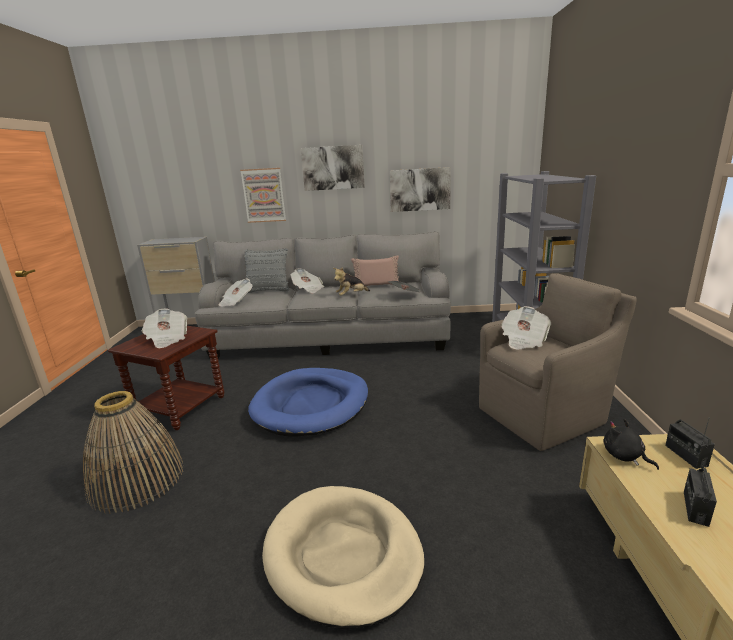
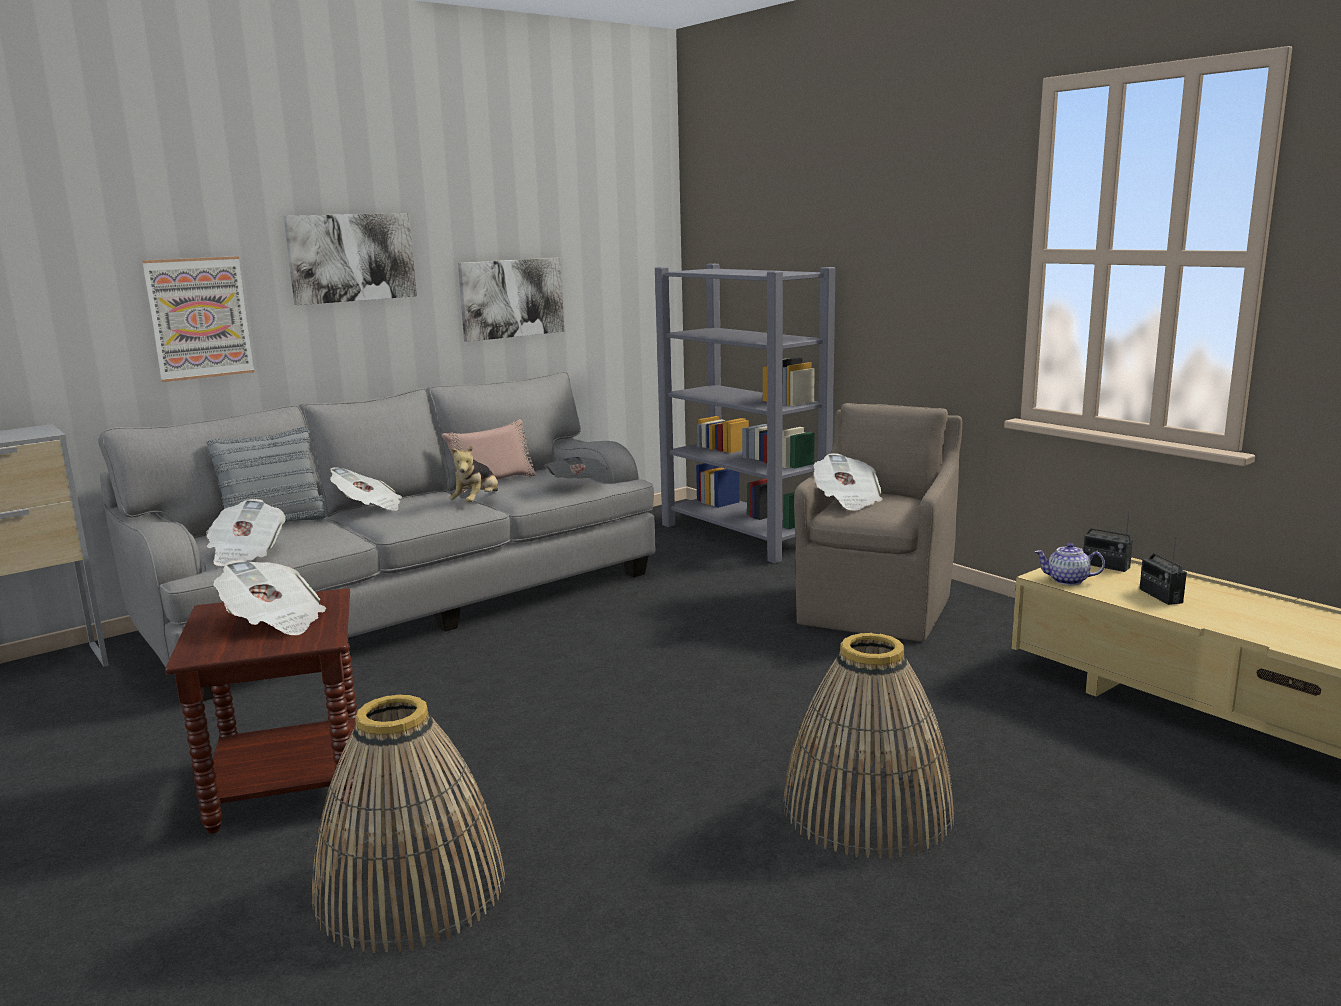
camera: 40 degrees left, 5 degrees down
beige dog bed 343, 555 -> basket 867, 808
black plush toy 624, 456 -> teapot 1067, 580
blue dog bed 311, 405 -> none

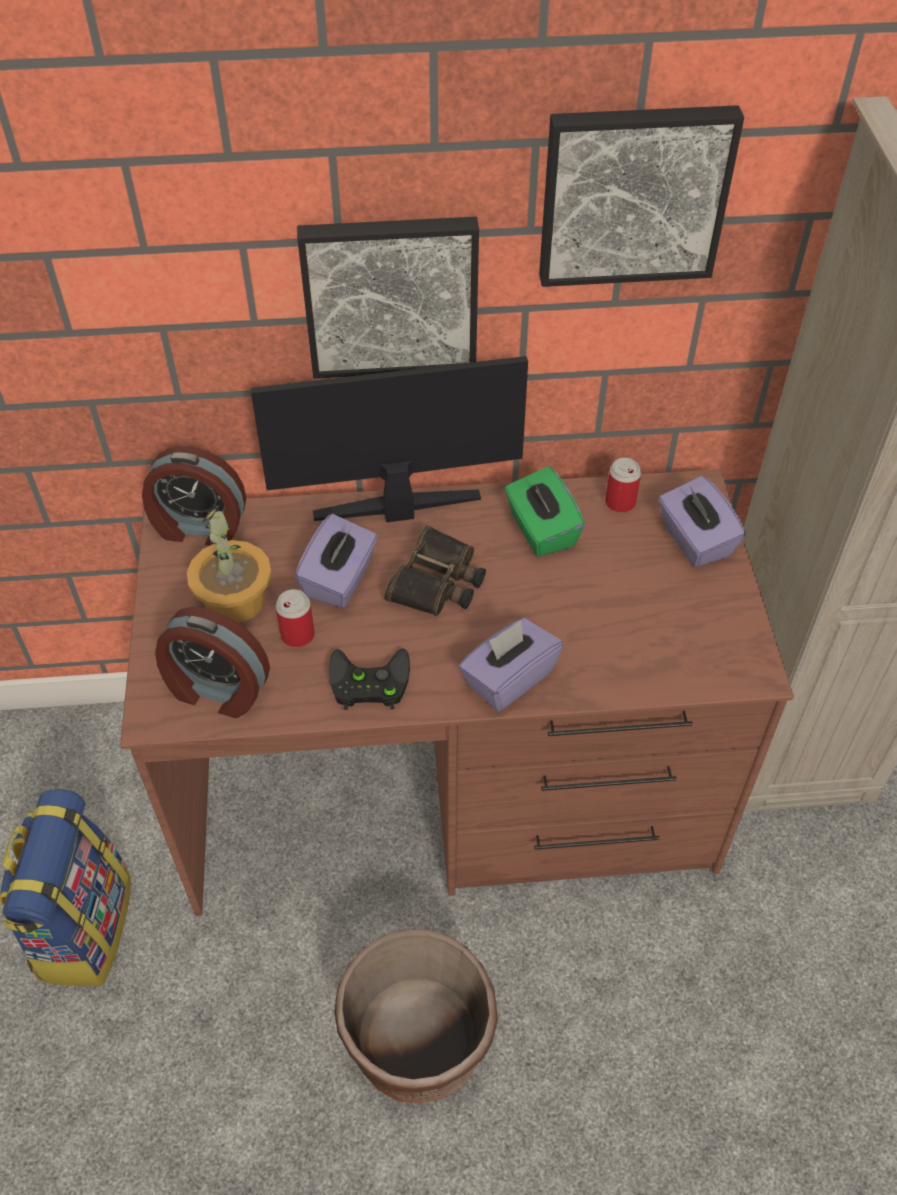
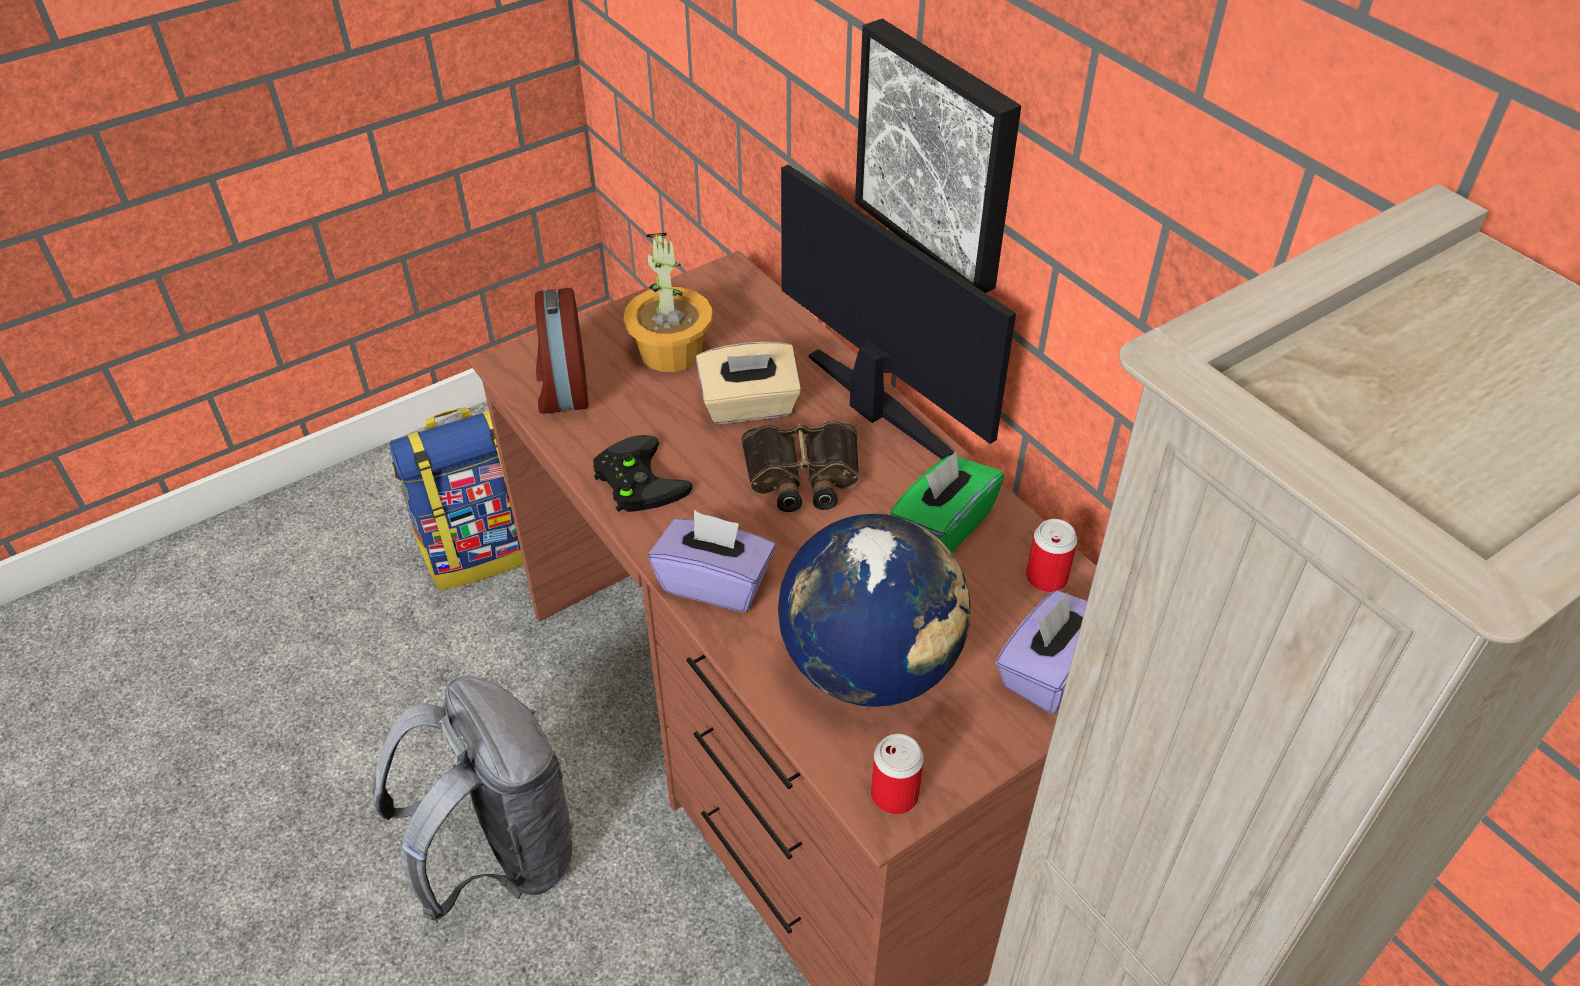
camera: 60 degrees right, 5 degrees down
brown planter 417, 1041 -> grey backpack 500, 855
purple tissue box 340, 579 -> beige tissue box 749, 406
none -> globe 870, 666
can 297, 635 -> can 894, 794, move
alarm clock 199, 527 -> none
picture 633, 194 -> none

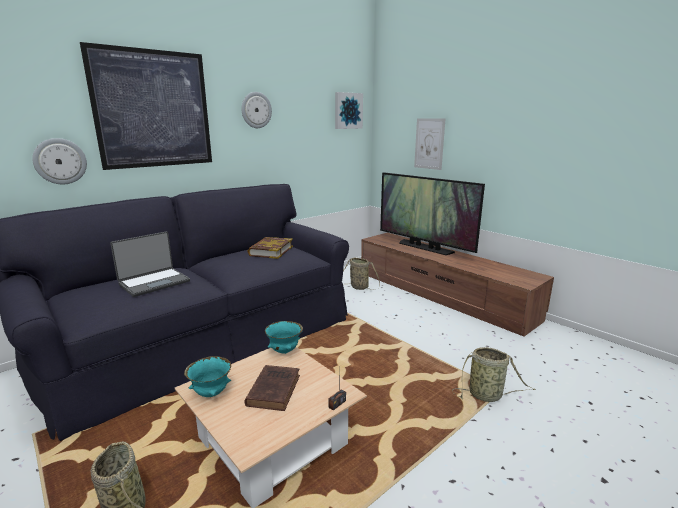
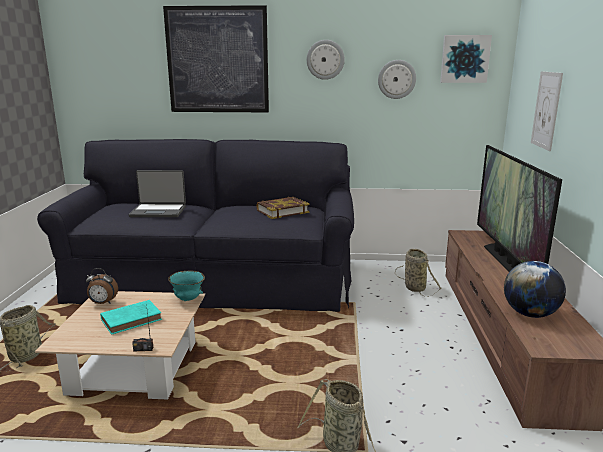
camera: 45 degrees right, 0 degrees up
turquoise bowl 211, 393 -> alarm clock 103, 303
brown book 274, 389 -> turquoise book 133, 319
wall clock 60, 161 -> wall clock 396, 79, move
none -> globe 530, 314

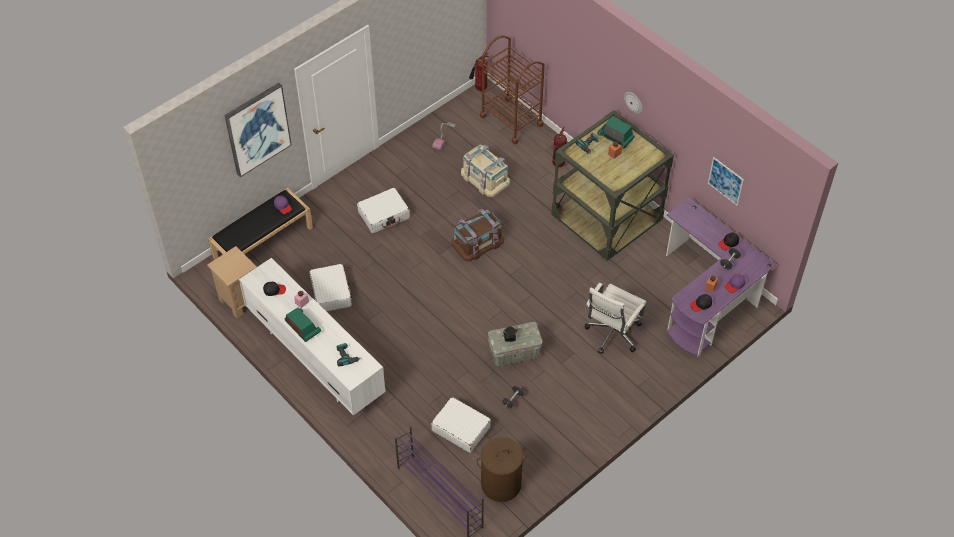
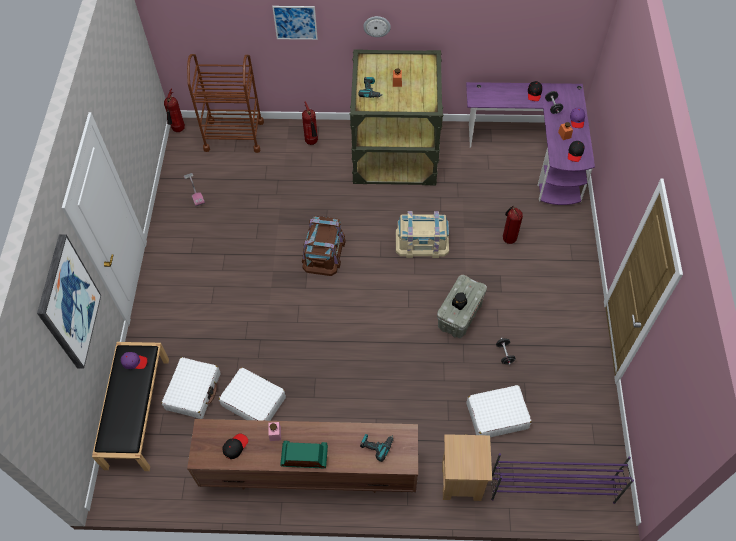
camera: 45 degrees left, 5 degrees up
white suitcase 384, 215 -> white suitcase 193, 391, move
white cabinet 314, 359 -> brown cabinet 309, 474
picture 725, 181 -> picture 295, 22, move
beige storage box 485, 177 -> beige storage box 422, 241, move
beige nightstand 240, 300 -> beige nightstand 460, 480, move
white office chair 612, 335 -> fire extinguisher 508, 238
brown laundry basket 501, 484 -> none
radio 615, 137 -> none

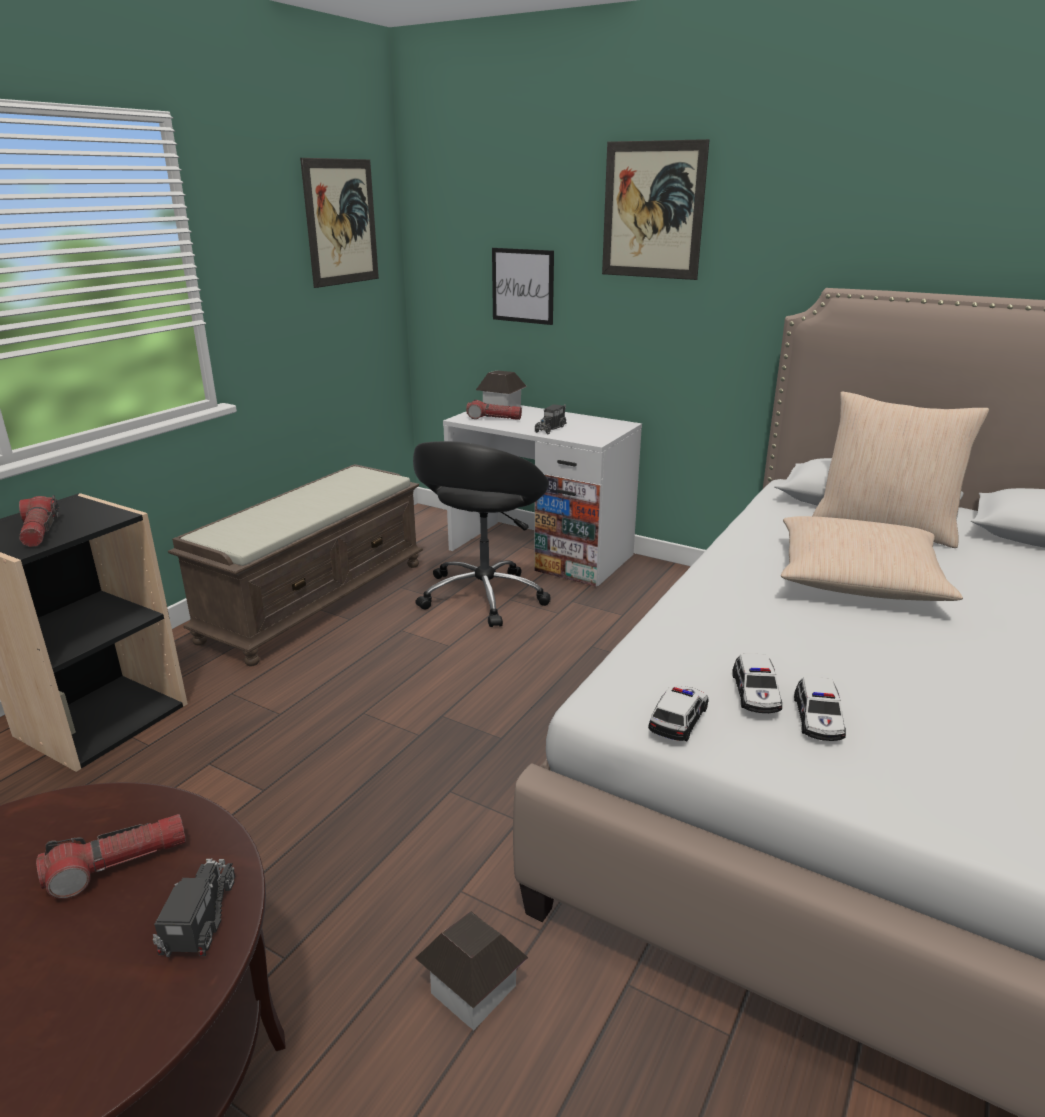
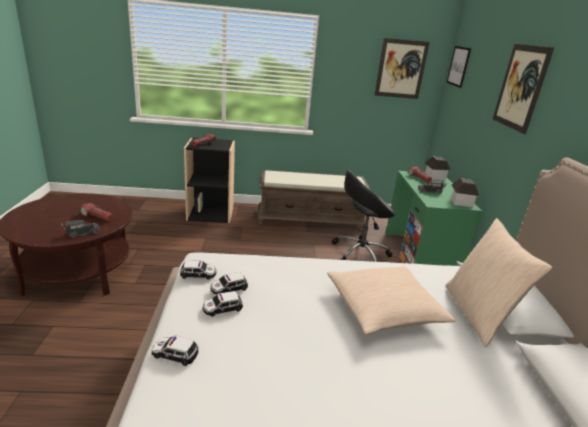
camera: 55 degrees right, 0 degrees up
none -> toy car 174, 354
white desk 540, 552 -> green desk 419, 256
picture 523, 286 -> picture 458, 66, move
toy house 473, 989 -> toy house 461, 202, move

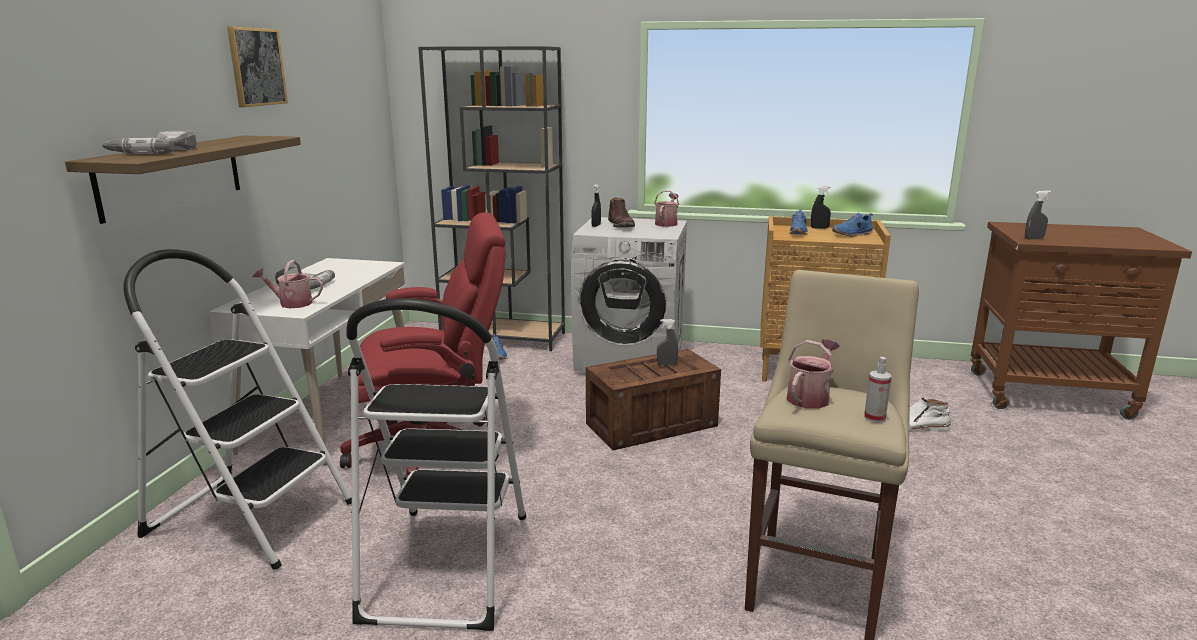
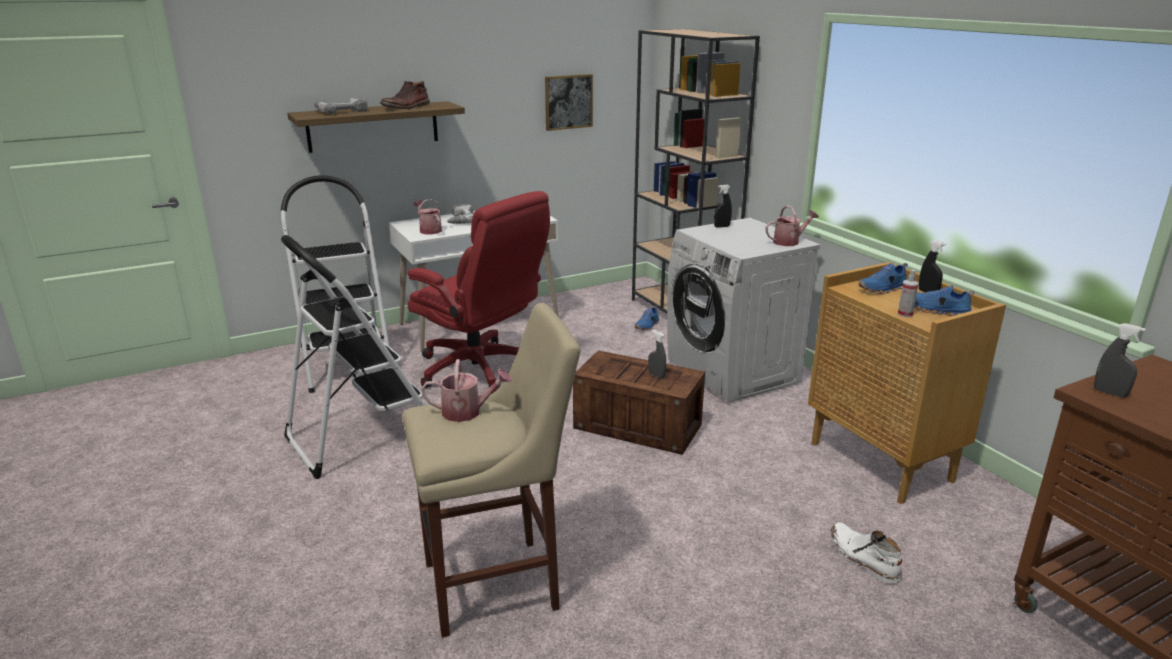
camera: 50 degrees right, 5 degrees up
brown boot 621, 225 -> brown boot 406, 107, move
picture 256, 67 -> picture 568, 102, move
spray bottle 874, 418 -> spray bottle 905, 314, move

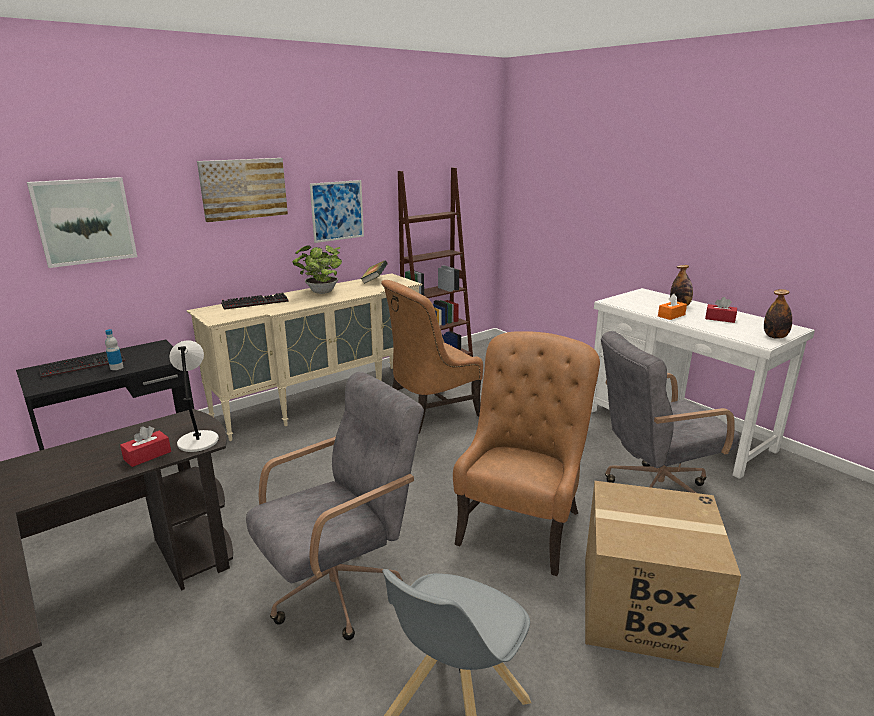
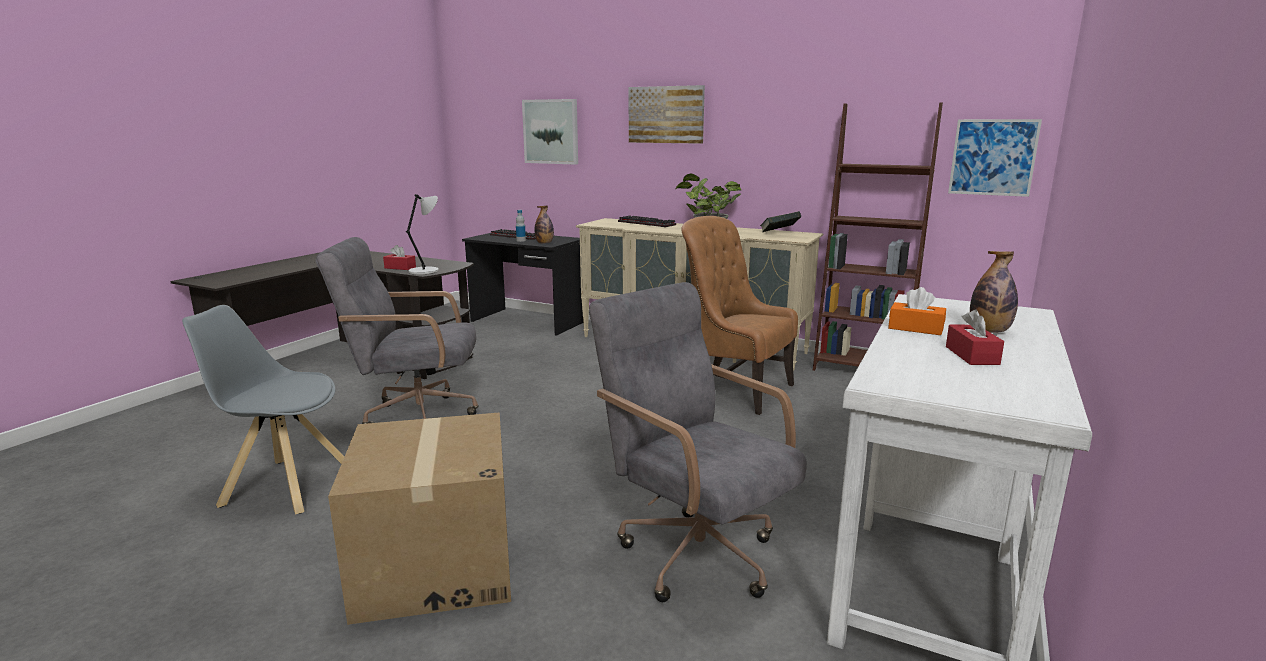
camera: 65 degrees right, 5 degrees down
grey office chair 342, 589 -> grey office chair 414, 417, 150 degrees clockwise
bottle 775, 337 -> bottle 544, 243, move
picture 337, 211 -> picture 993, 157, move
brown chair 521, 527 -> none

